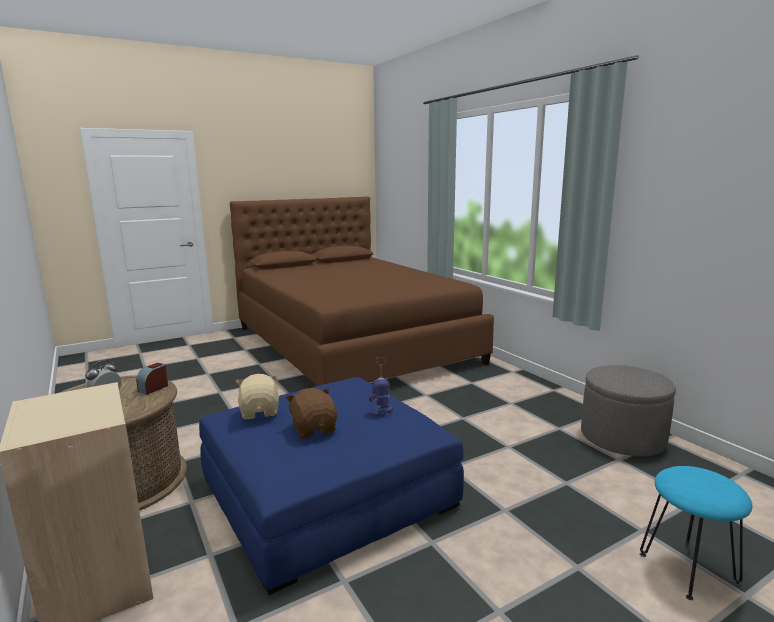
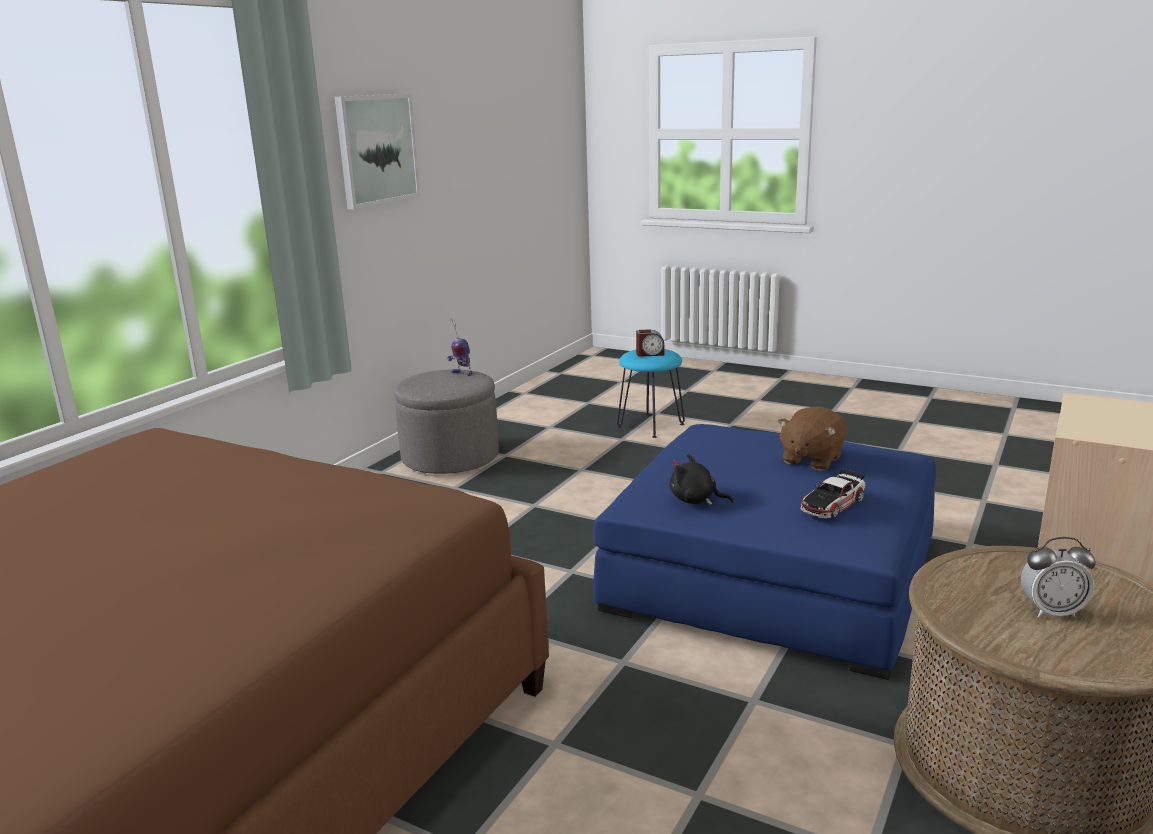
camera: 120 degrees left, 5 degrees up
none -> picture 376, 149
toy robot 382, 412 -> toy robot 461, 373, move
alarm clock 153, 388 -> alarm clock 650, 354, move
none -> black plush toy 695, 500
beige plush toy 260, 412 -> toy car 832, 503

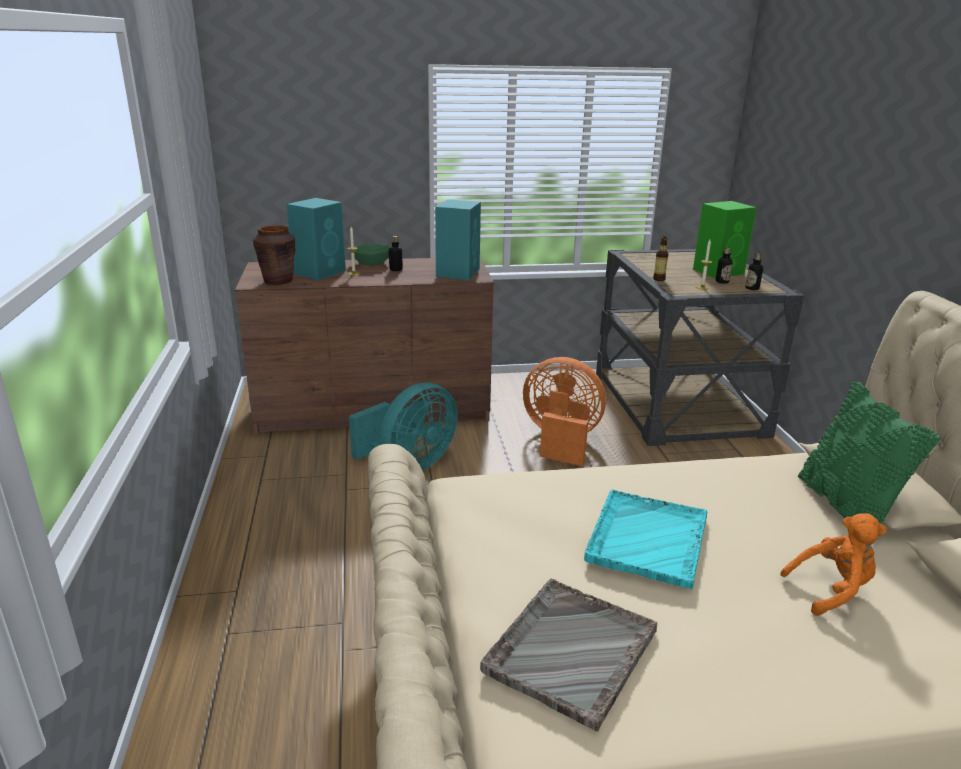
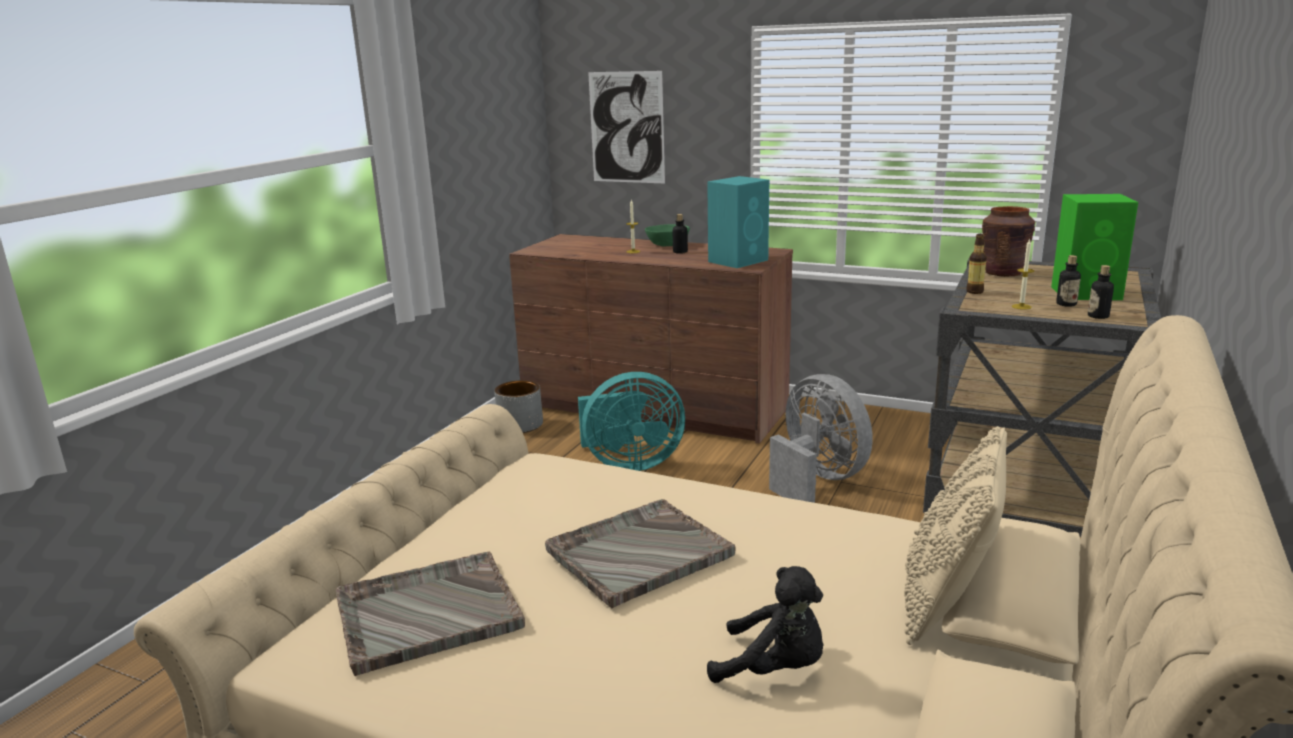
camera: 35 degrees right, 5 degrees down
none -> grey planter 520, 425
turquoise tray 647, 539 -> grey tray 637, 553
none -> picture 626, 127
orange plush toy 831, 590 -> black plush toy 774, 668
orange fan 560, 440 -> grey fan 817, 480
green pillow 847, 507 -> beige pillow 946, 602
brown vase 278, 281 -> brown vase 1003, 273, move
turquoise speaker 320, 272 -> none

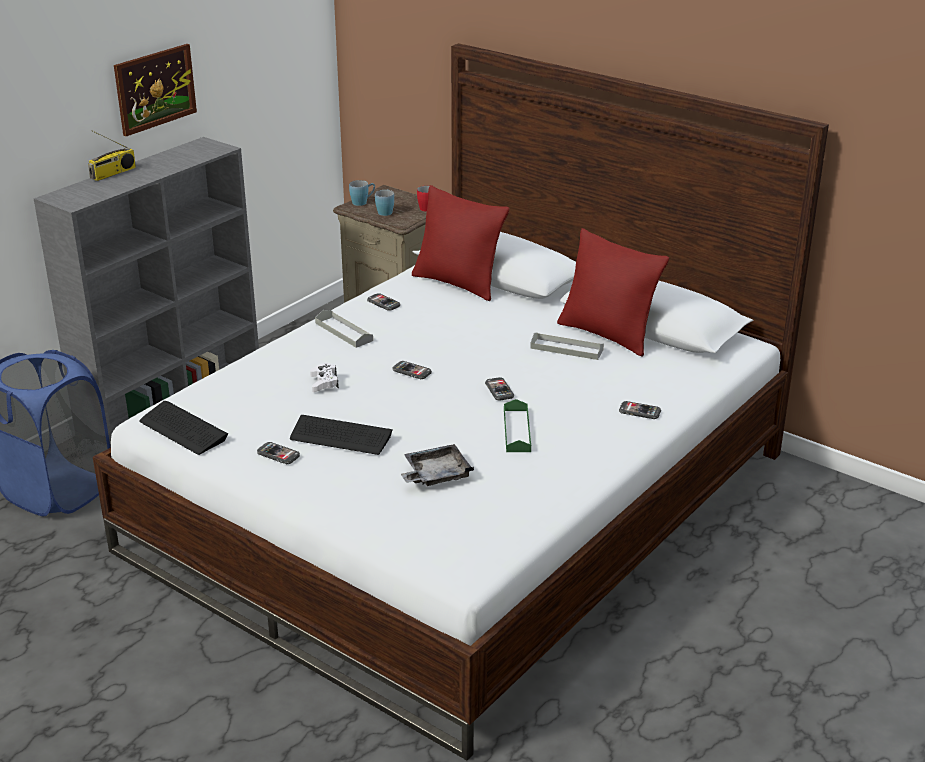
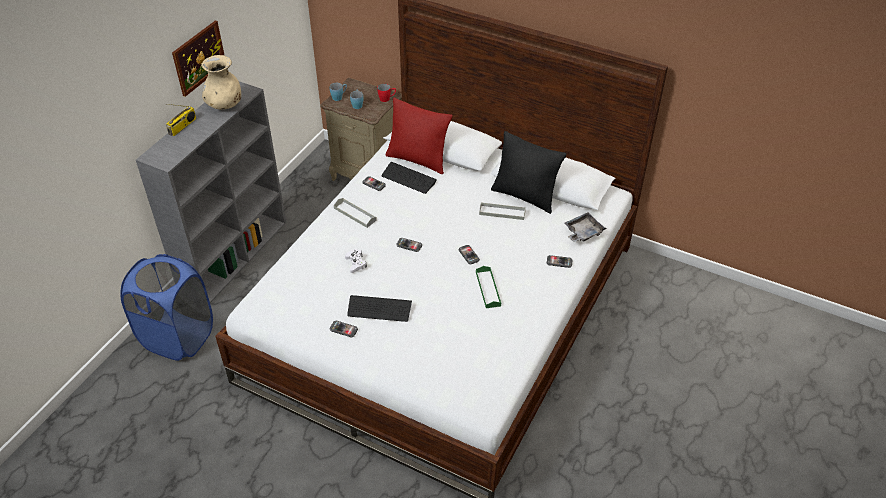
camera: 10 degrees left, 15 degrees up
none -> beige vase 225, 105
keyboard 183, 430 -> keyboard 408, 179, move
red pillow 607, 335 -> black pillow 525, 196
grey tray 435, 475 -> grey tray 582, 232, move

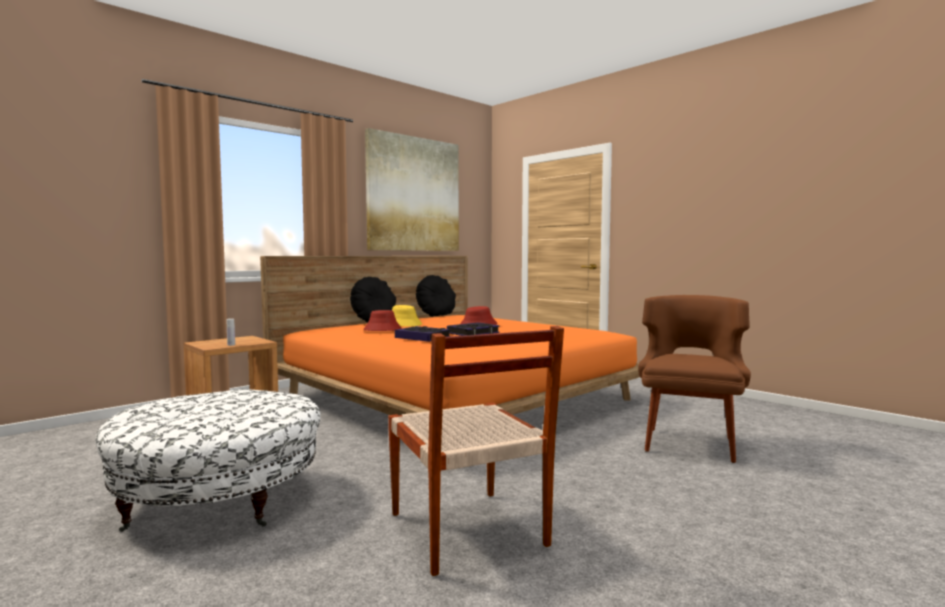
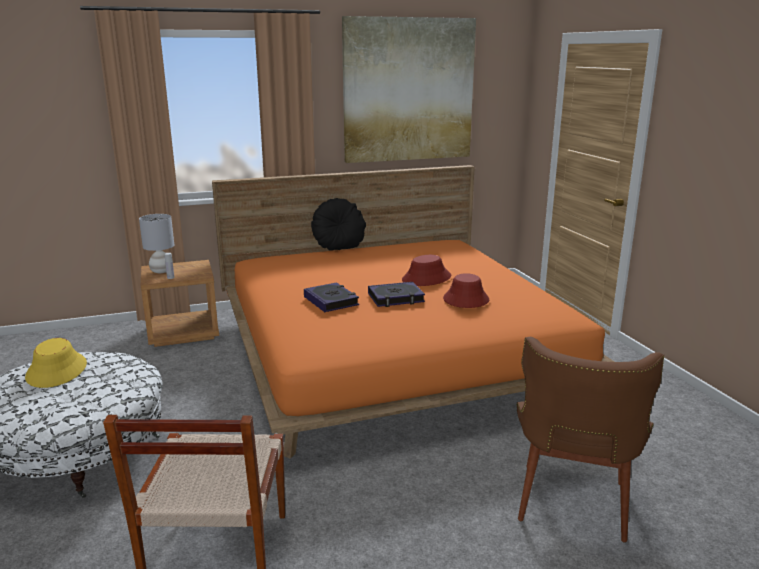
camera: 25 degrees right, 15 degrees up
yellow hat 403, 324 -> yellow hat 57, 370, move
none -> grey table lamp 162, 271
red hat 382, 330 -> red hat 465, 299, move
brown chair 689, 445 -> brown chair 572, 501, 150 degrees clockwise
black pillow 435, 315 -> none

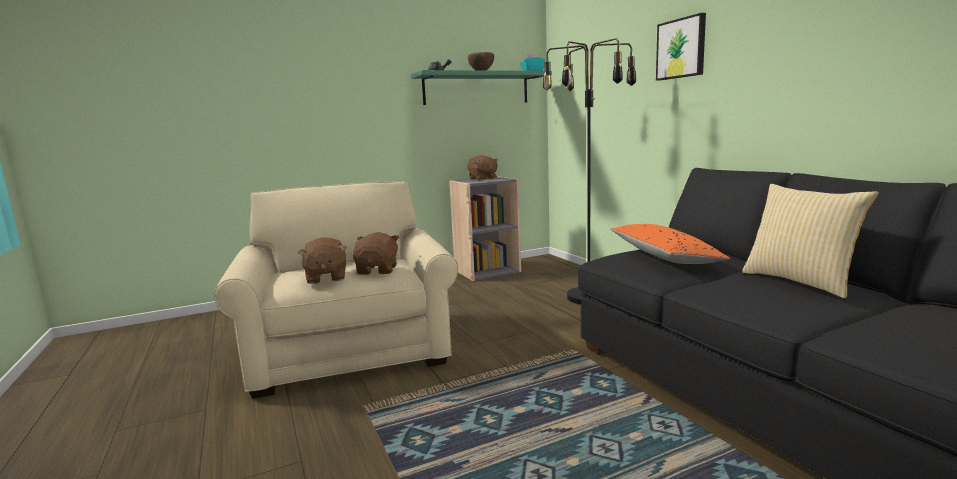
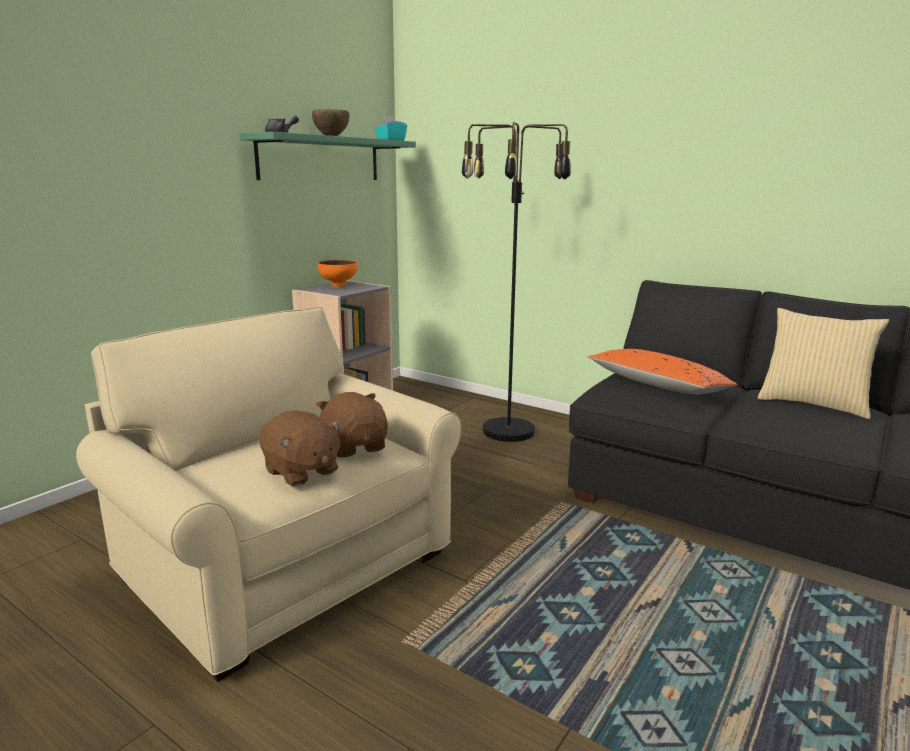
camera: 30 degrees left, 5 degrees up
brown plush toy 482, 179 -> orange bowl 338, 286
picture 681, 48 -> none

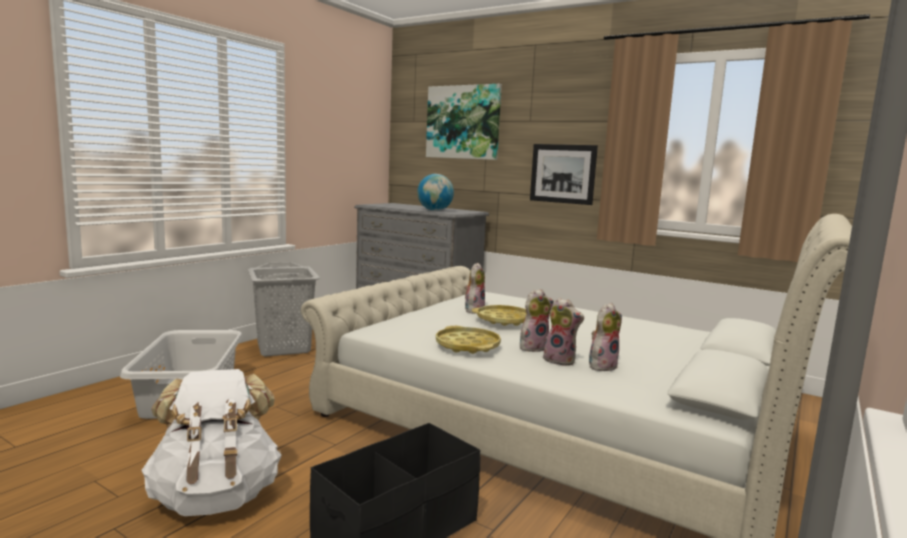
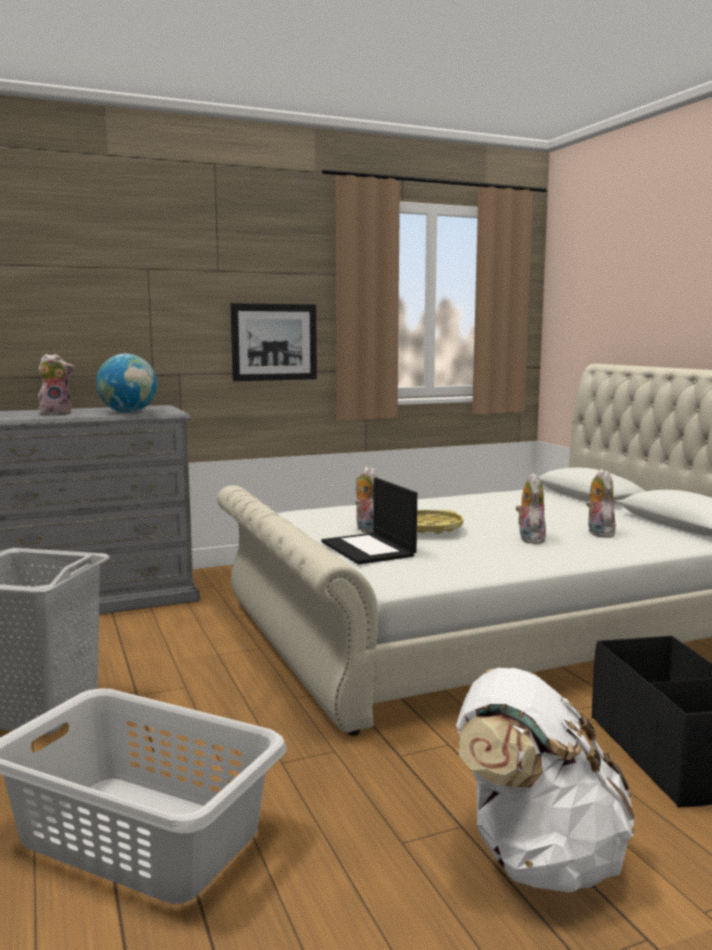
camera: 55 degrees left, 0 degrees up
plush toy 560, 360 -> plush toy 56, 413, move
none -> laptop 369, 549
picture 463, 122 -> none
yellow tray 467, 345 -> none

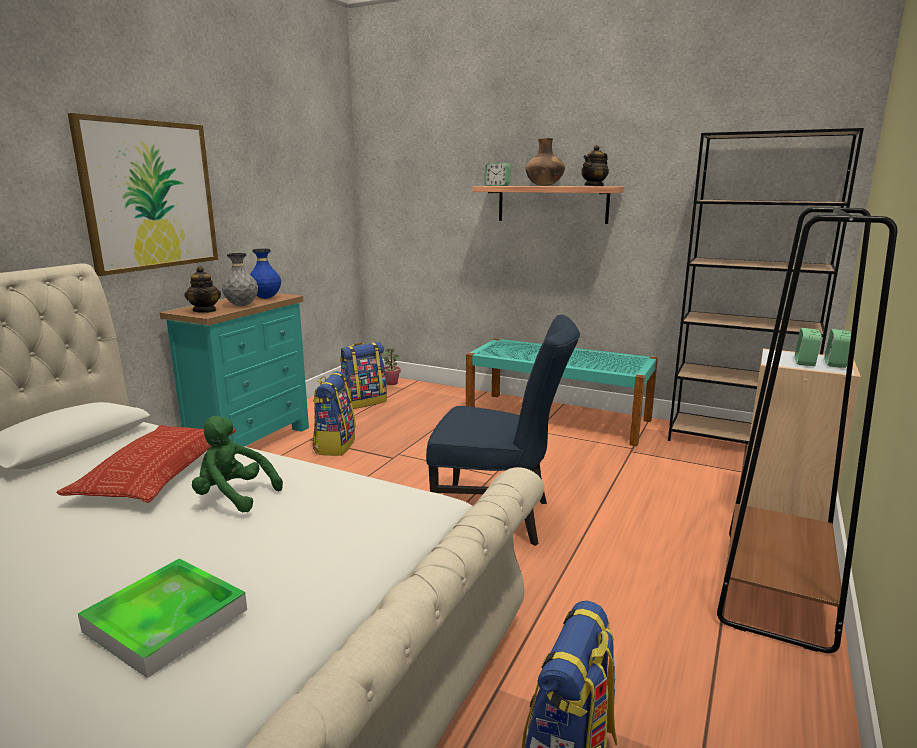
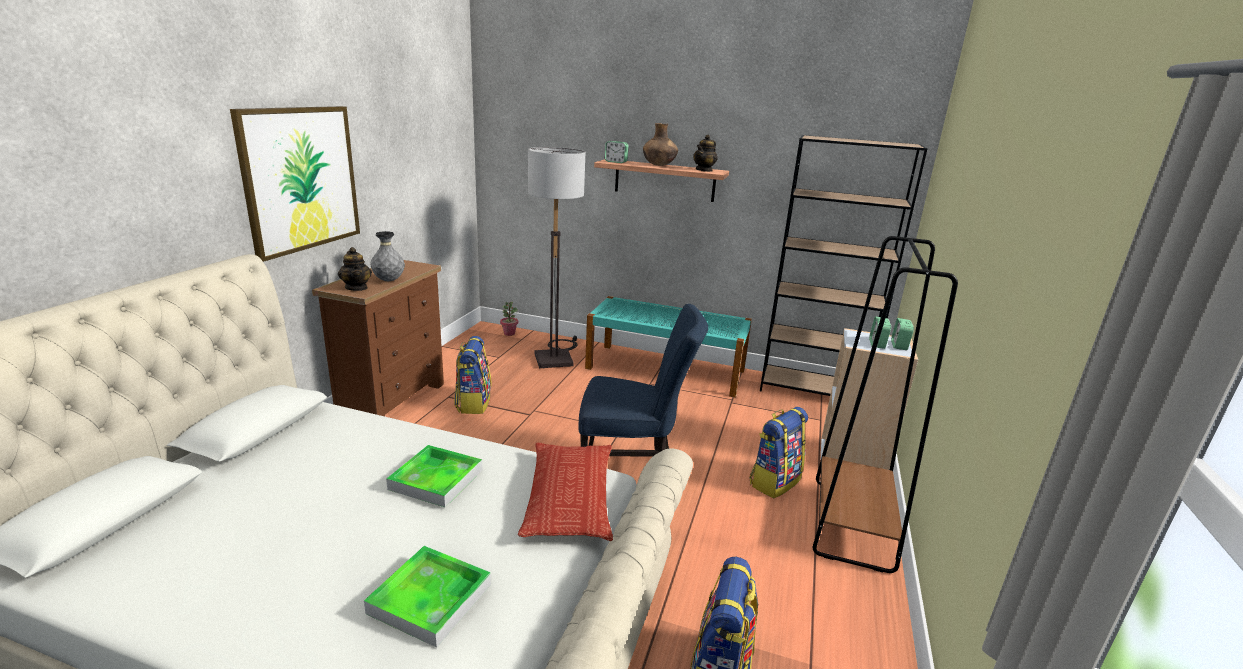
camera: 10 degrees left, 5 degrees up
turquoise dresser 252, 443 -> brown dresser 394, 402
green plush toy 233, 496 -> tray 436, 479
pillow 158, 471 -> pillow 569, 497, move
none -> floor lamp 556, 356
backpack 364, 402 -> backpack 774, 481, move
blue vase 265, 298 -> none

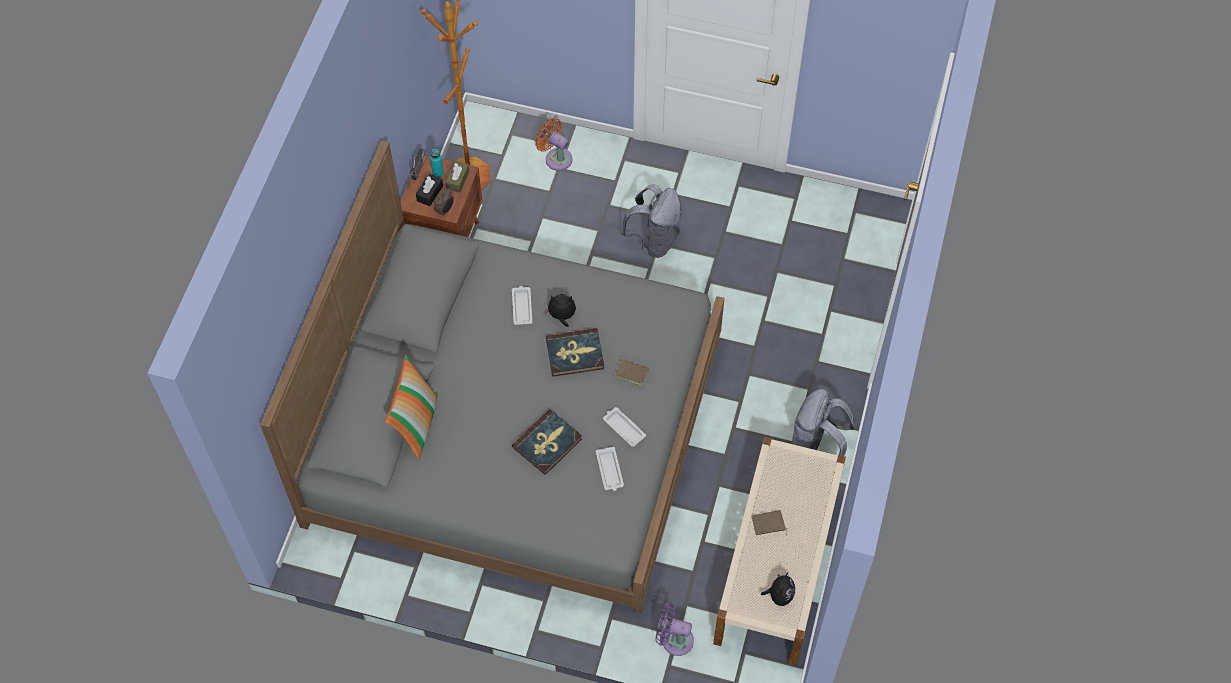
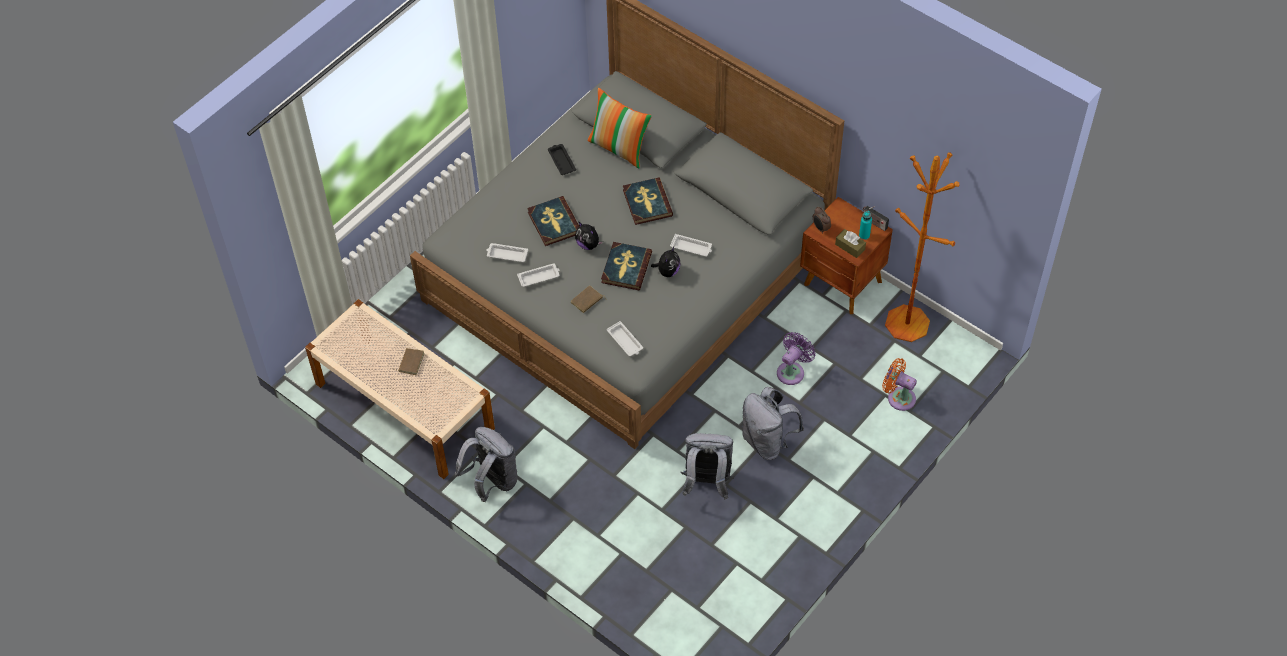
camera: 115 degrees right, 5 degrees down
none -> black tray 561, 161
plush toy 779, 595 -> plush toy 588, 244, move
none -> white tray 625, 341
none -> book 647, 203
none -> grey backpack 707, 483
purple fan 674, 639 -> purple fan 792, 371, move
orange fan 556, 157 -> orange fan 898, 397, 120 degrees counterclockwise
black tissue box 430, 193 -> none

